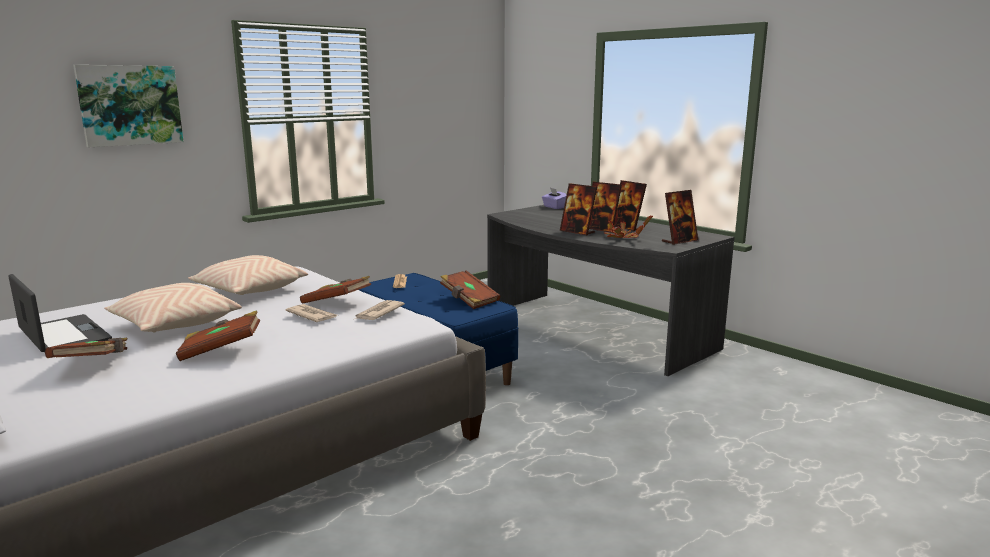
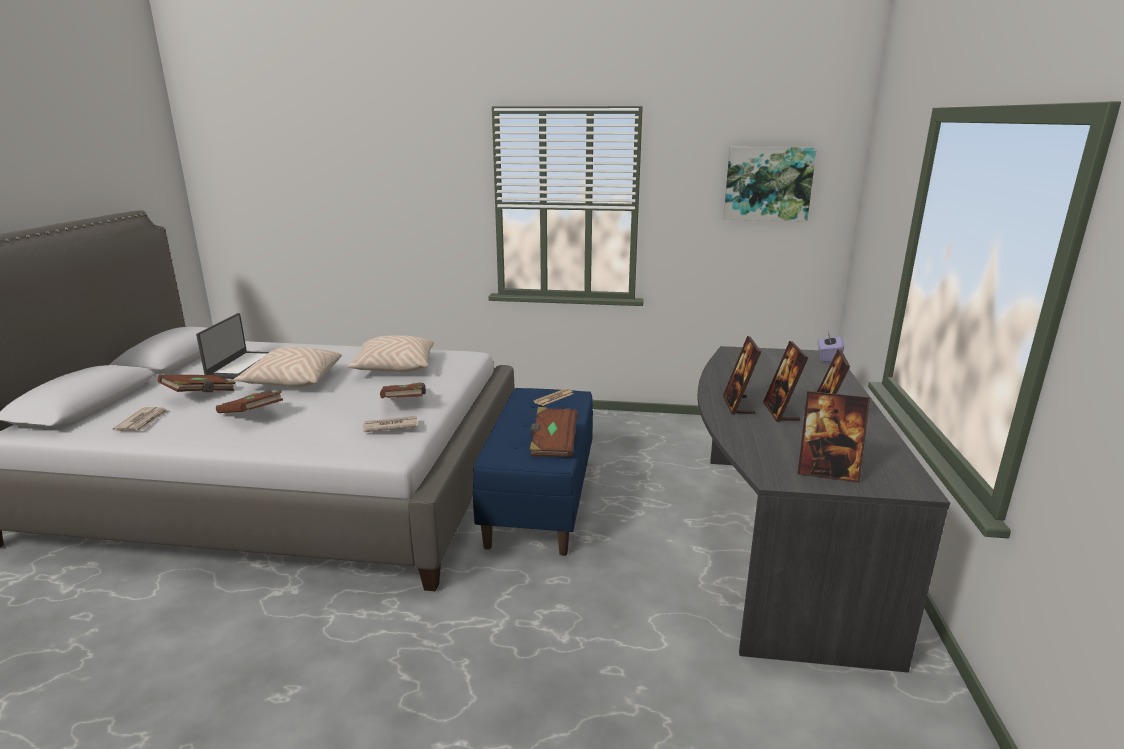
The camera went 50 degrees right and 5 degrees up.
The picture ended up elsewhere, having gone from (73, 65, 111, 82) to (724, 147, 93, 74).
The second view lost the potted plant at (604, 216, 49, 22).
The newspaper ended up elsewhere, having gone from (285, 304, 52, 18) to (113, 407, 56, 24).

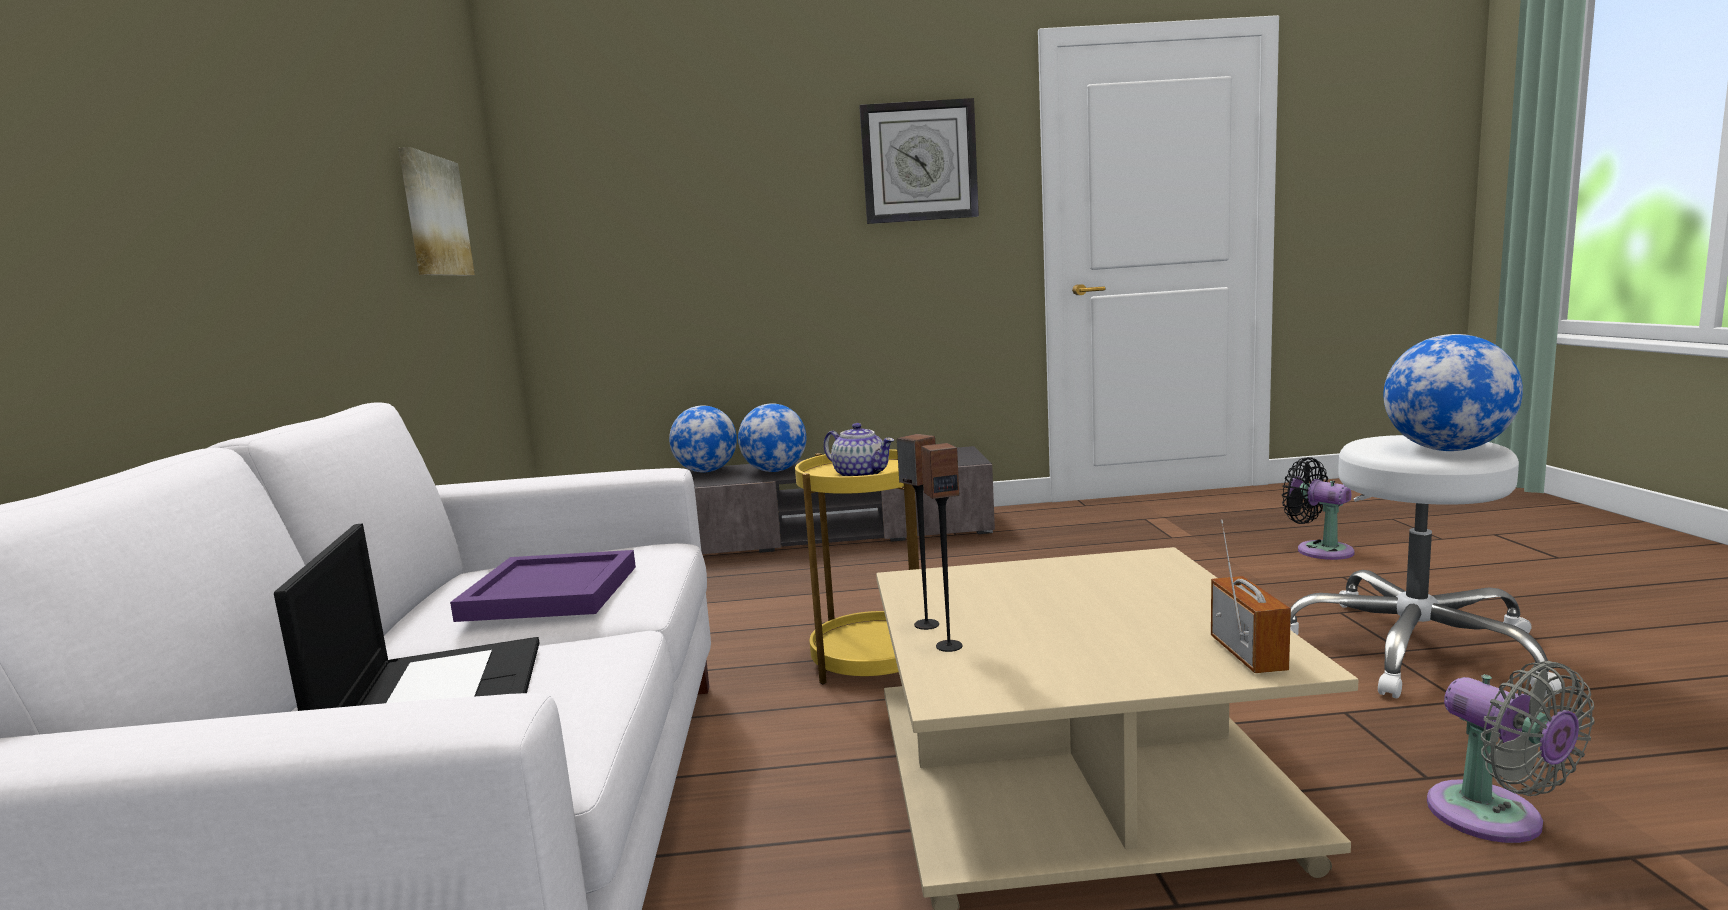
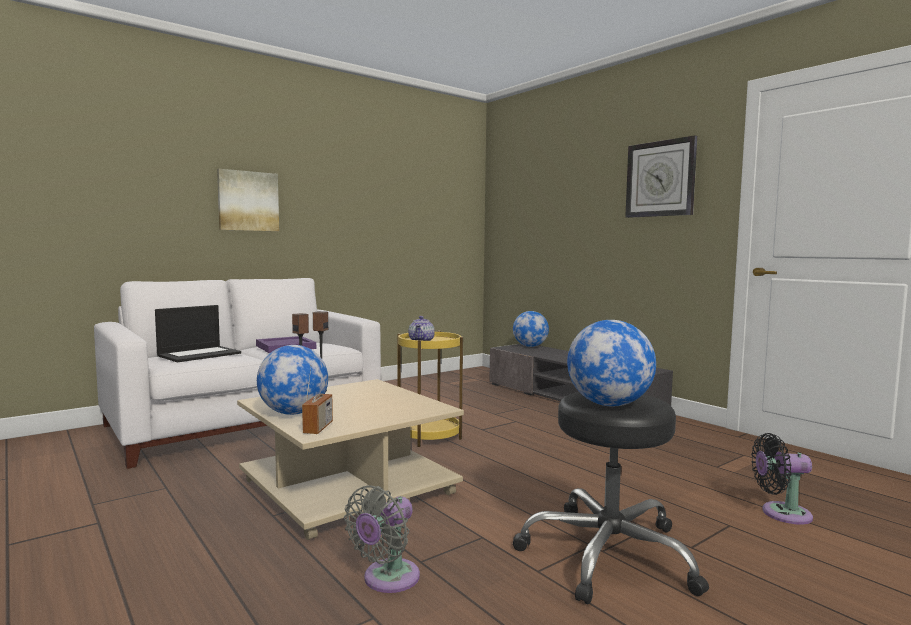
The camera went 55 degrees right and 5 degrees down.
The picture ended up elsewhere, having gone from (399, 147, 76, 129) to (217, 169, 62, 62).
The globe ended up elsewhere, having gone from (738, 403, 68, 69) to (257, 345, 71, 70).
What was the white stool at (1290, 435, 272, 264) turned into the black stool at (513, 392, 196, 212).
The black fan at (1282, 457, 73, 103) ended up facing another way, 105 degrees counterclockwise from before.
The radio at (1211, 520, 80, 153) ended up facing another way, 45 degrees counterclockwise from before.

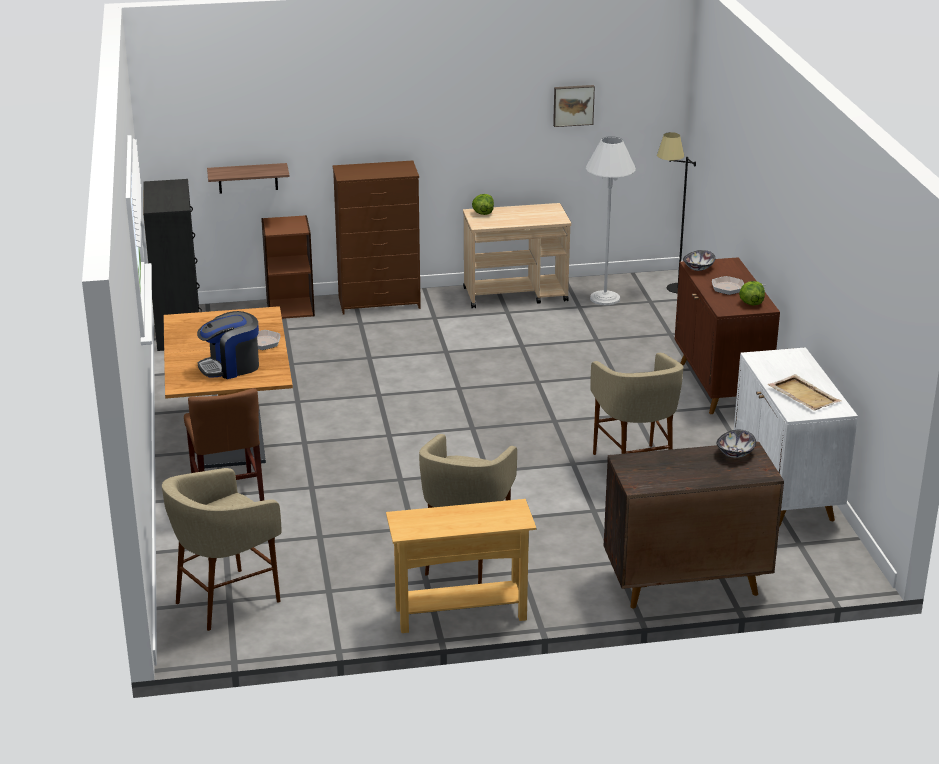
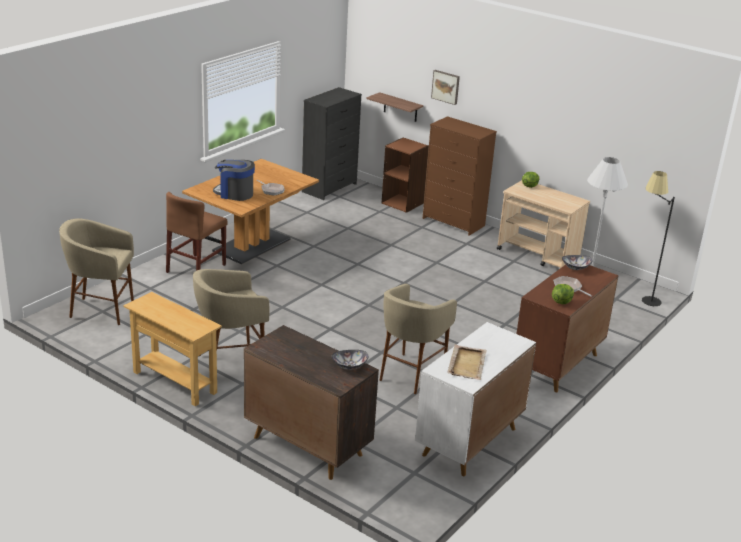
The camera went 45 degrees right and 0 degrees up.
The picture ended up elsewhere, having gone from (553, 85, 42, 42) to (431, 70, 29, 35).

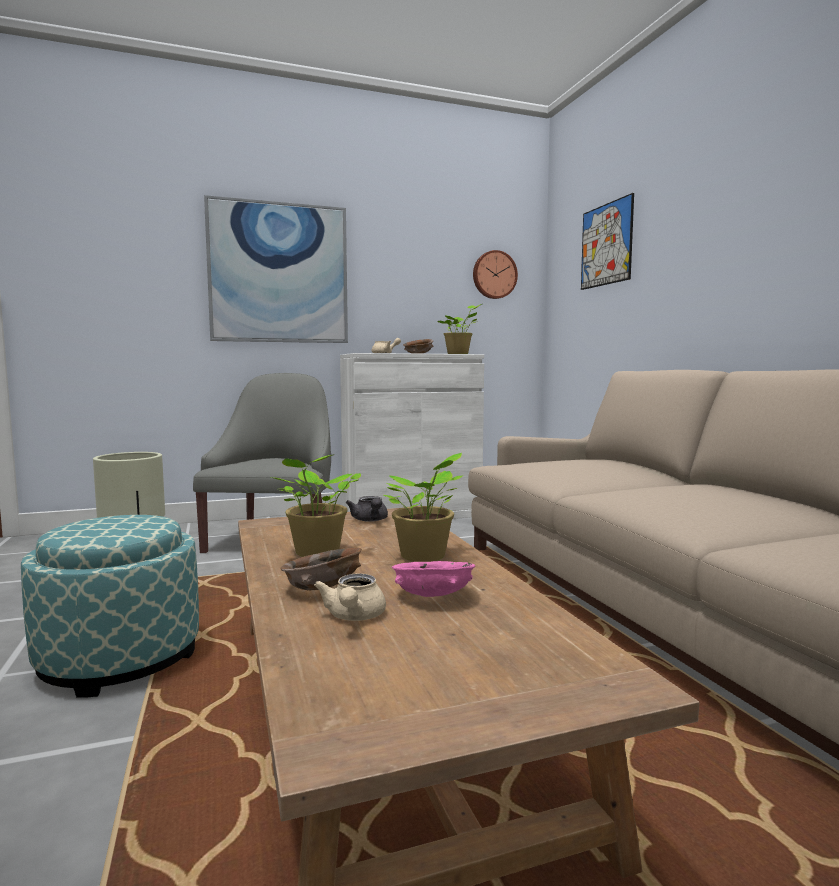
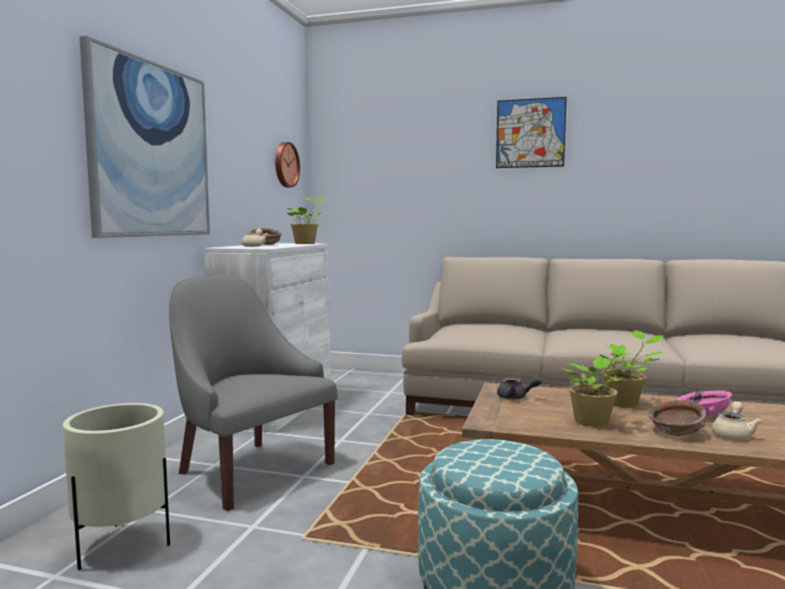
The camera went 55 degrees left and 0 degrees up.
The picture ended up elsewhere, having gone from (581, 193, 53, 97) to (496, 97, 71, 71).
The beige teapot at (314, 573, 72, 48) ended up facing another way, 90 degrees counterclockwise from before.

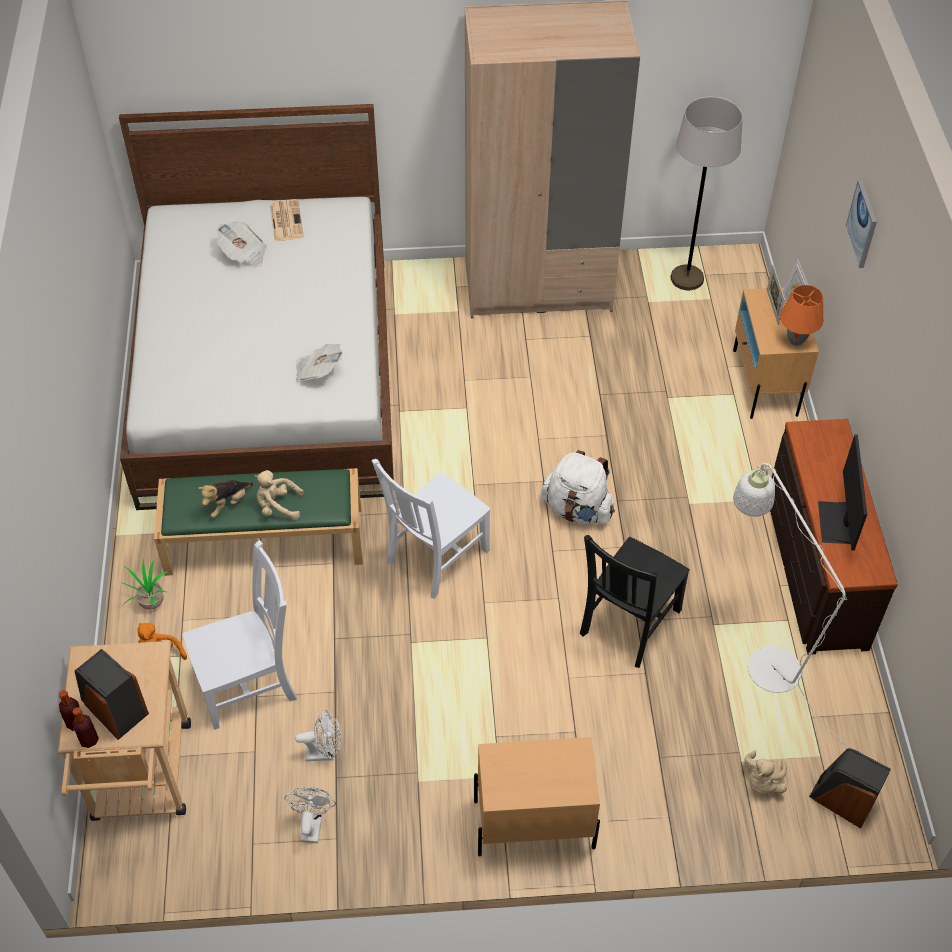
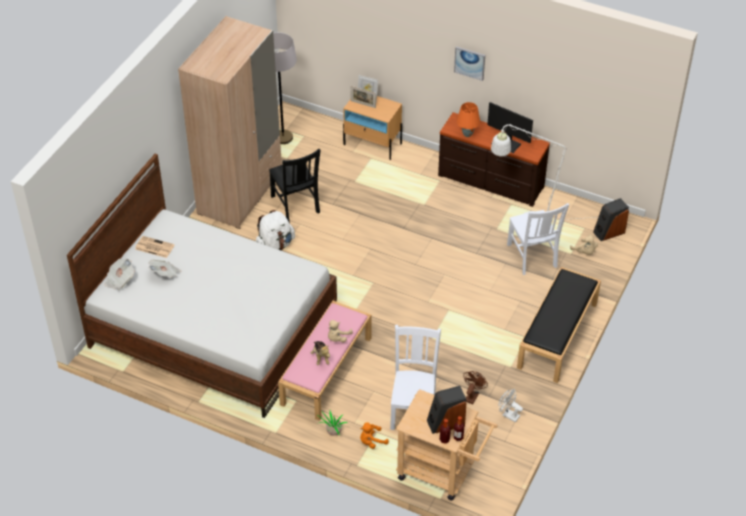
The camera went 60 degrees left and 5 degrees down.
The picture ended up elsewhere, having gone from (845, 180, 32, 88) to (454, 47, 31, 34).
The orange table lamp ended up elsewhere, having gone from (780, 285, 43, 61) to (457, 102, 23, 35).
The newspaper ended up elsewhere, having gone from (296, 344, 47, 37) to (104, 259, 30, 31).
The white backpack ended up elsewhere, having gone from (541, 450, 74, 75) to (256, 210, 39, 40).
The white chair ended up elsewhere, having gone from (372, 459, 119, 140) to (507, 203, 62, 72).
What was the green bench at (154, 468, 209, 108) turned into the pink bench at (278, 301, 93, 120).
The black chair ended up elsewhere, having gone from (580, 535, 110, 133) to (269, 149, 52, 74).
What was the white fan at (295, 710, 46, 51) turned into the brown fan at (463, 371, 25, 33).
Where the beige nightstand stood at (474, 737, 126, 119), the black bench came to stand at (517, 267, 84, 116).

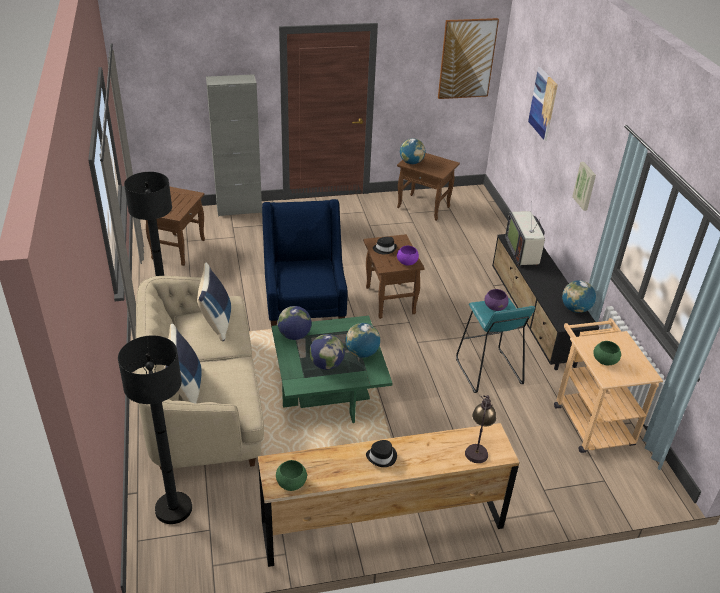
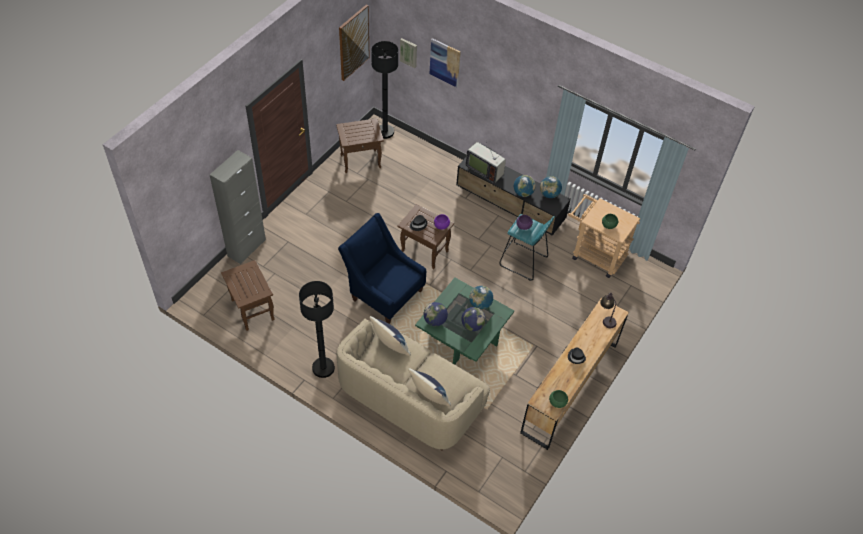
The camera went 45 degrees left and 15 degrees up.
The globe ended up elsewhere, having gone from (400, 138, 25, 26) to (514, 175, 22, 22).
The picture ended up elsewhere, having gone from (572, 162, 24, 49) to (400, 38, 17, 30).
The black floor lamp ended up elsewhere, having gone from (118, 335, 74, 189) to (371, 41, 27, 98).

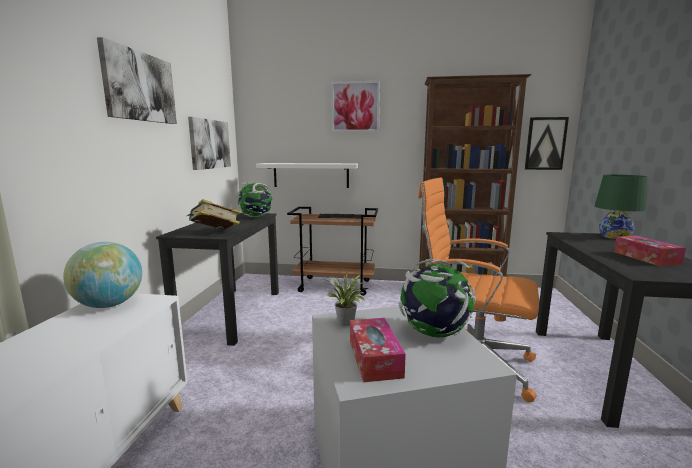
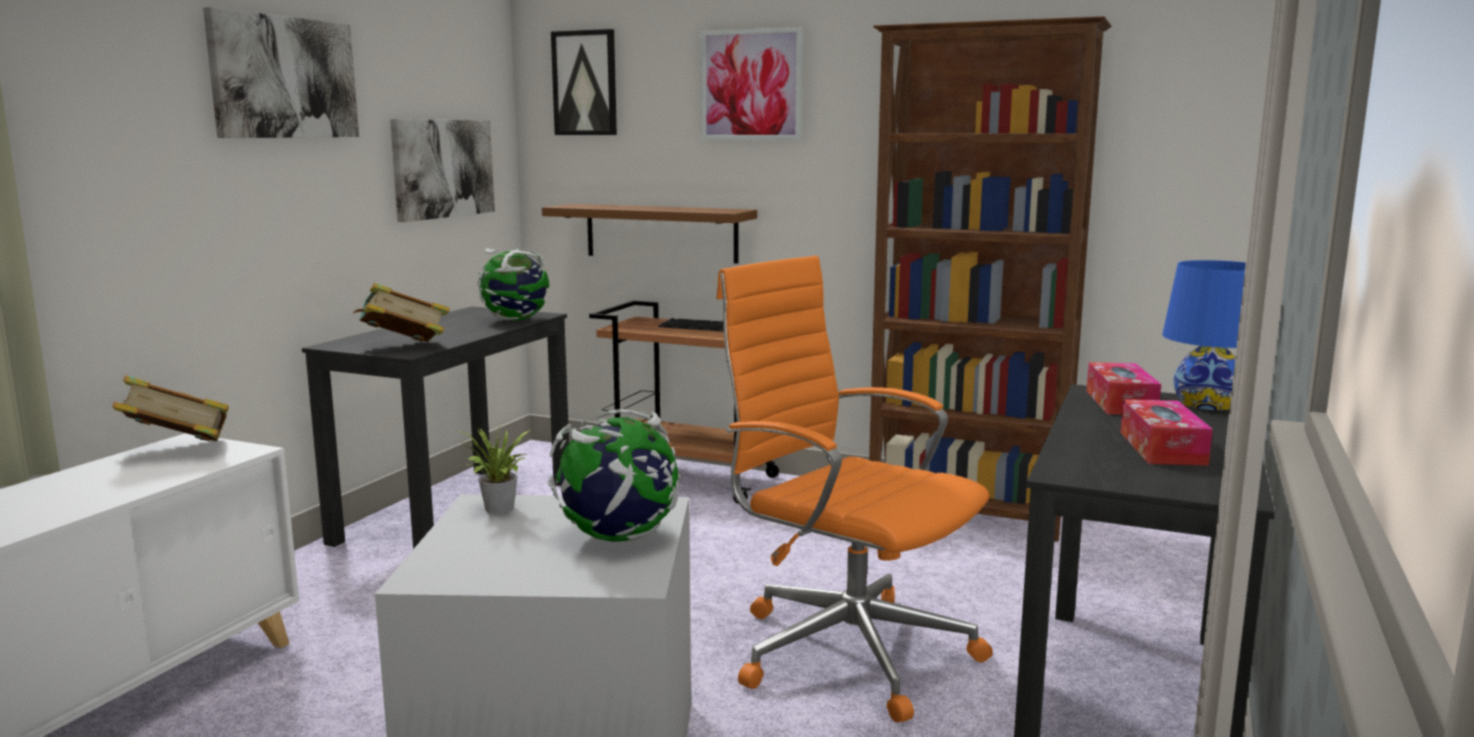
The camera went 15 degrees right and 0 degrees up.
The picture ended up elsewhere, having gone from (525, 117, 44, 53) to (551, 29, 66, 106).
What was the white shelf at (256, 163, 102, 25) turned into the brown shelf at (542, 204, 215, 60).
What was the green table lamp at (595, 174, 52, 65) turned into the blue table lamp at (1162, 260, 84, 150).
Where the globe stood at (63, 242, 79, 66), the book came to stand at (112, 376, 117, 65).
The tissue box ended up elsewhere, having gone from (350, 318, 56, 64) to (1087, 362, 74, 53).

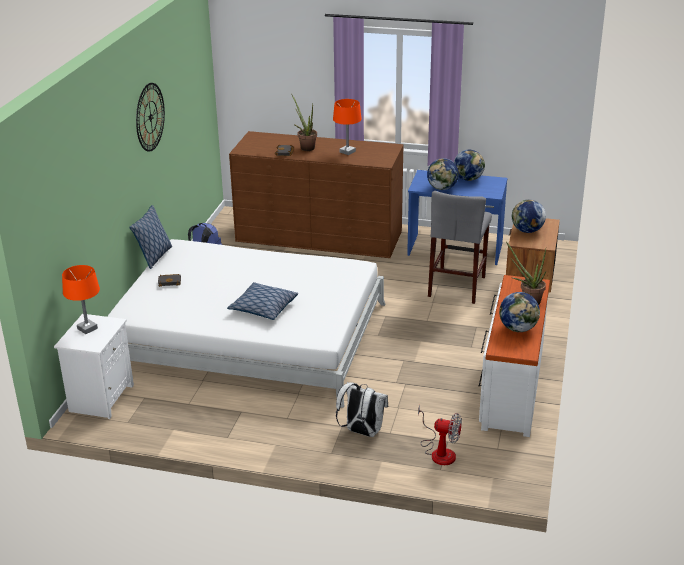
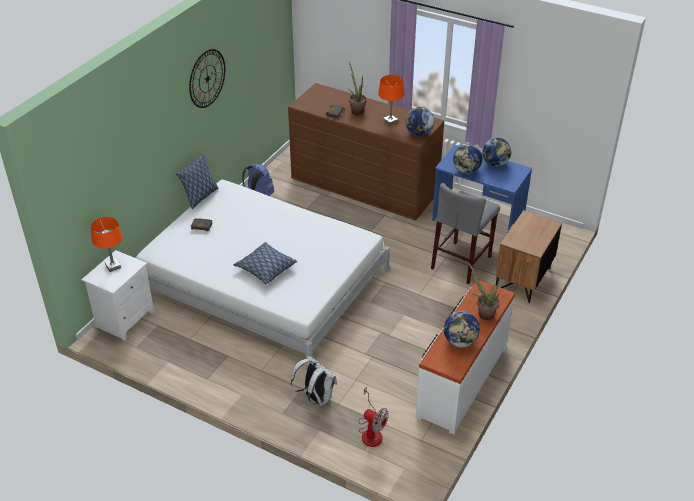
The camera went 15 degrees right and 10 degrees up.
The globe ended up elsewhere, having gone from (512, 200, 34, 33) to (405, 107, 29, 29).

